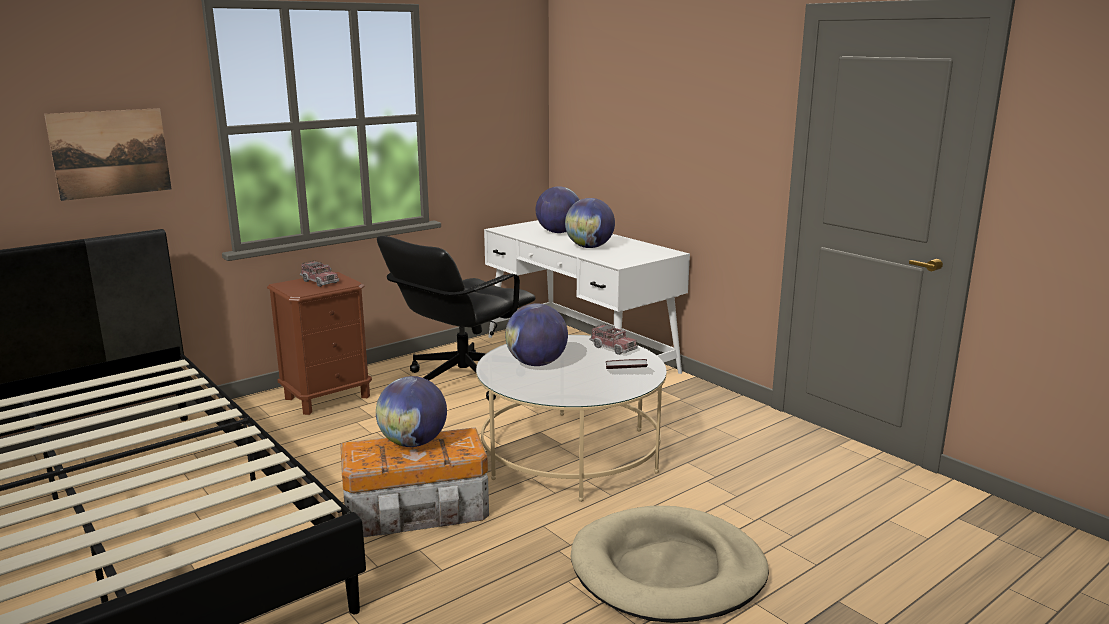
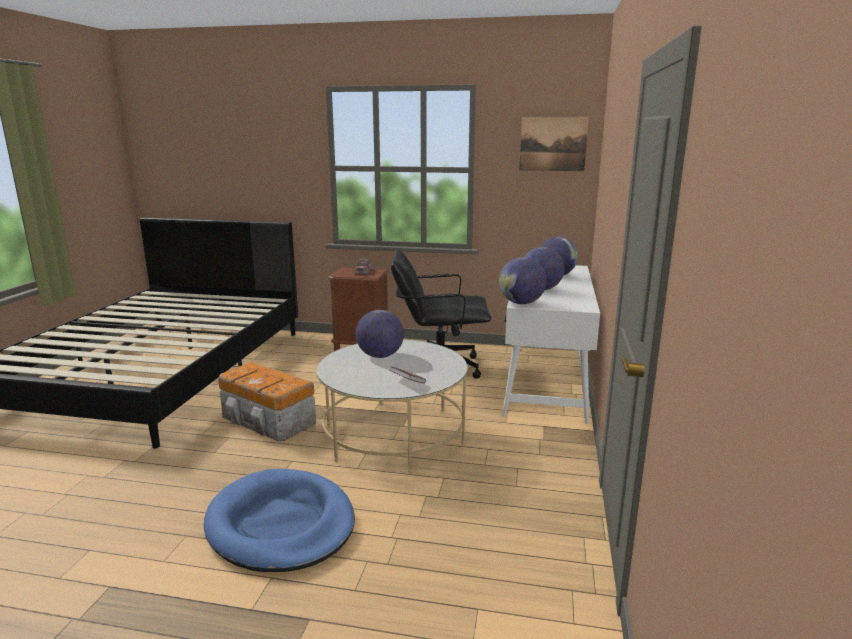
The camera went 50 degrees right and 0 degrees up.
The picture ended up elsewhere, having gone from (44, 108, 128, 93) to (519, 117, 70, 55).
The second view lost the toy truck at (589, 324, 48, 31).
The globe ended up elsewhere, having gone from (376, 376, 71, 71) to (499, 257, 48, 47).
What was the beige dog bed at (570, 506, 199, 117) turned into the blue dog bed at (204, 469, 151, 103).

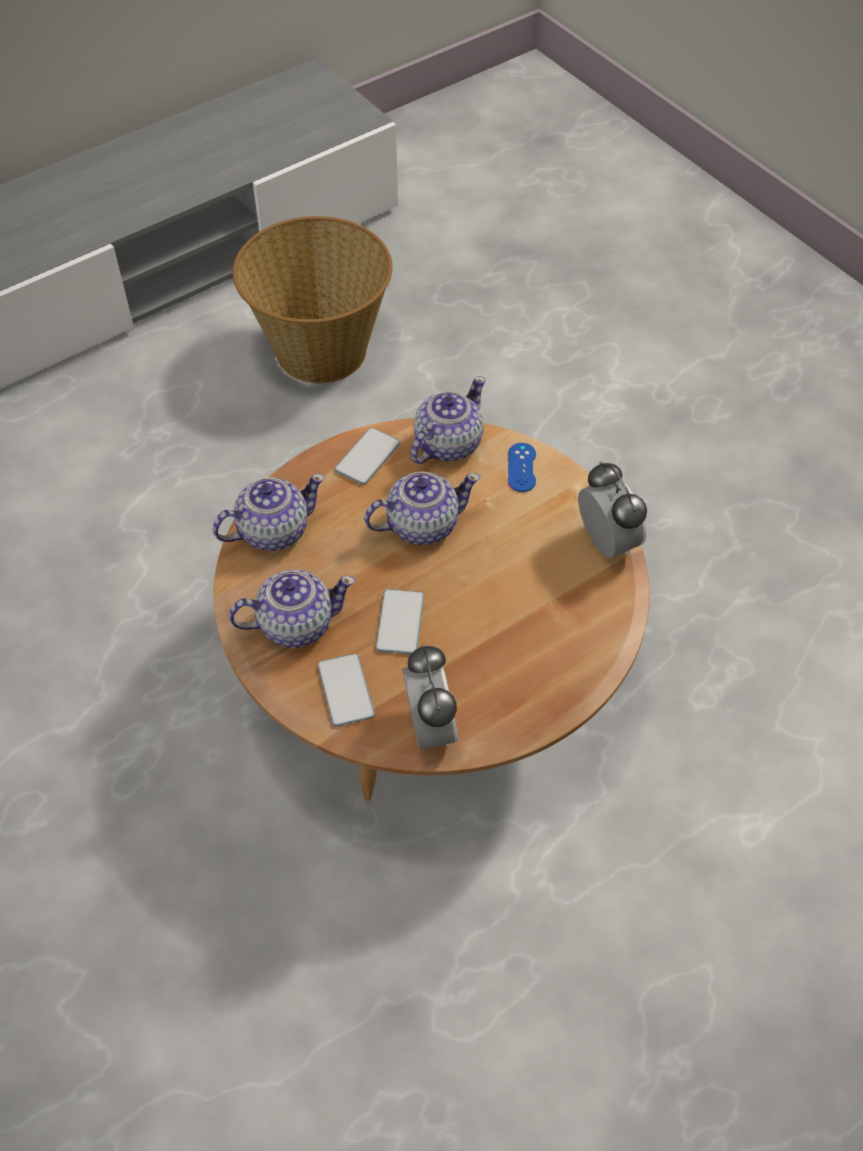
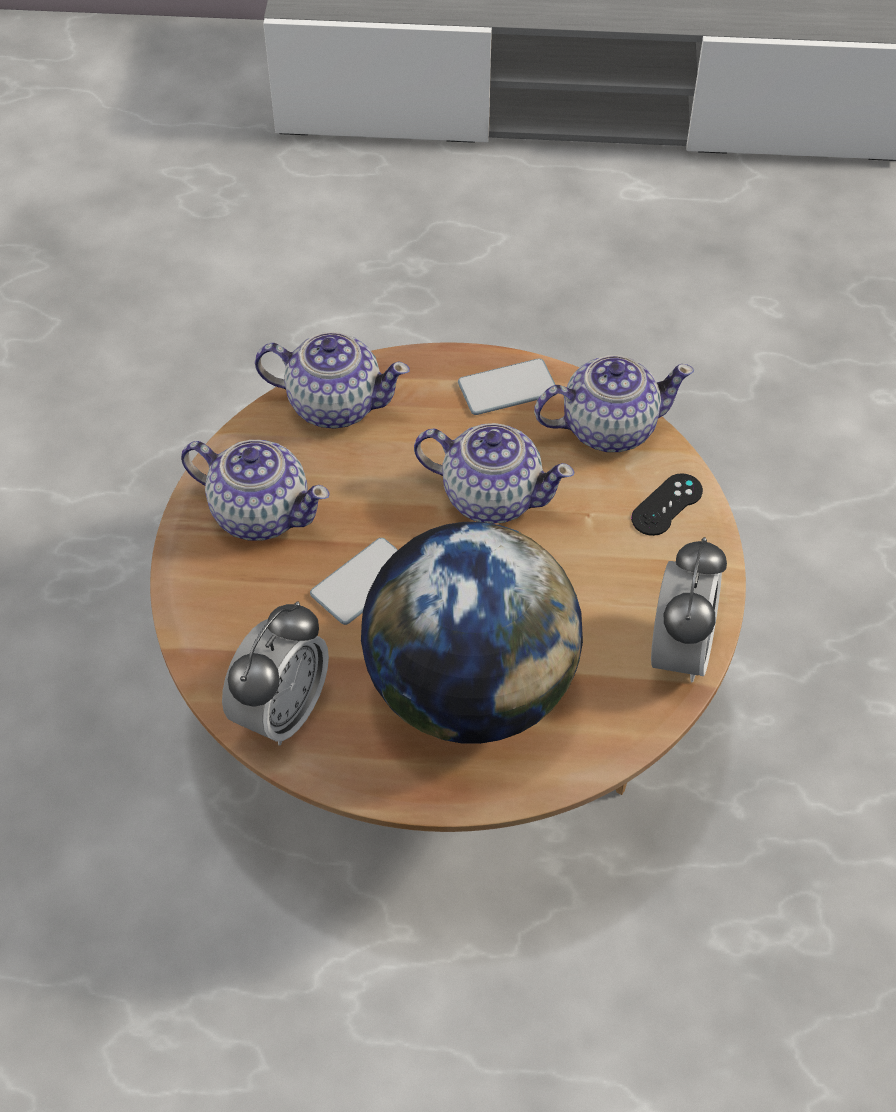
The camera went 40 degrees right and 0 degrees up.
The second view lost the basket at (233, 216, 159, 167).
What was the blue game controller at (508, 443, 28, 49) turned into the black game controller at (631, 473, 72, 63).
The second view lost the phone at (317, 653, 58, 74).
The second view gained the globe at (361, 522, 222, 222).

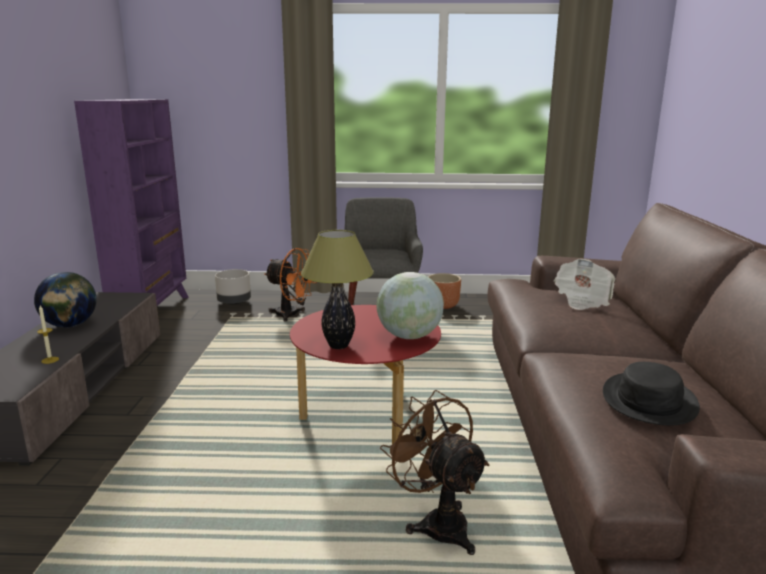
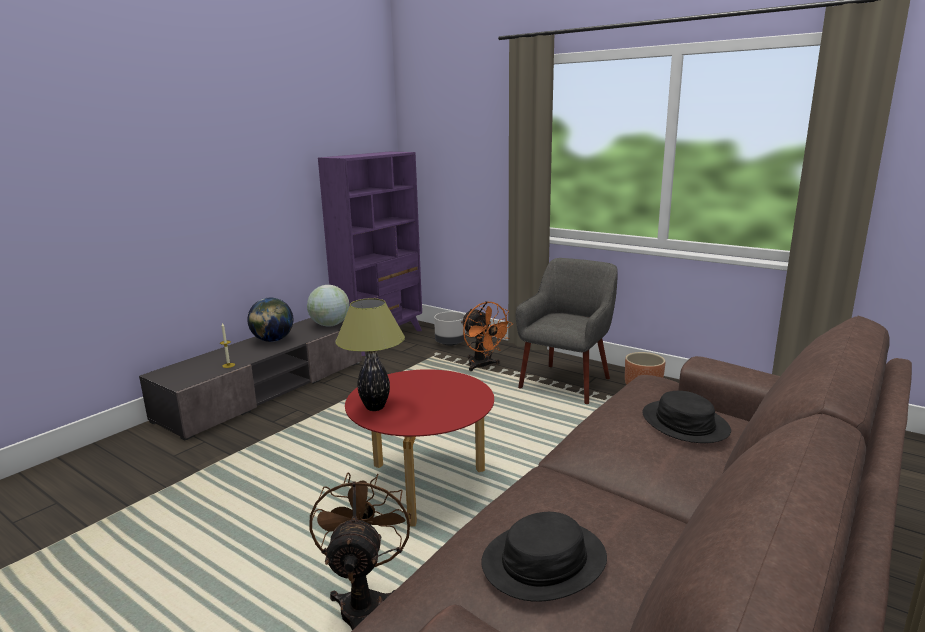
The camera went 35 degrees right and 0 degrees up.
Where the newspaper stood at (554, 259, 61, 51), the black hat came to stand at (642, 391, 89, 52).
The globe ended up elsewhere, having gone from (376, 272, 68, 67) to (307, 285, 43, 42).

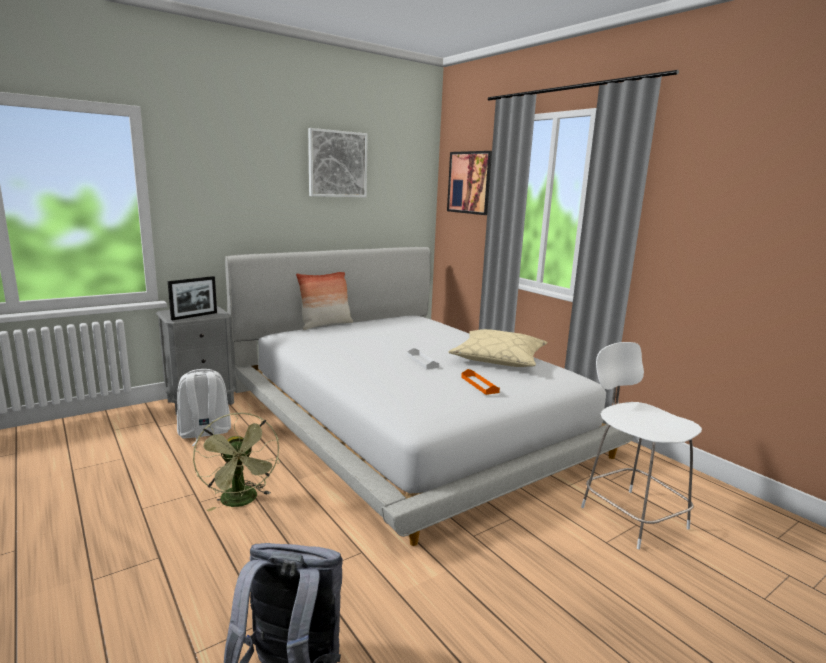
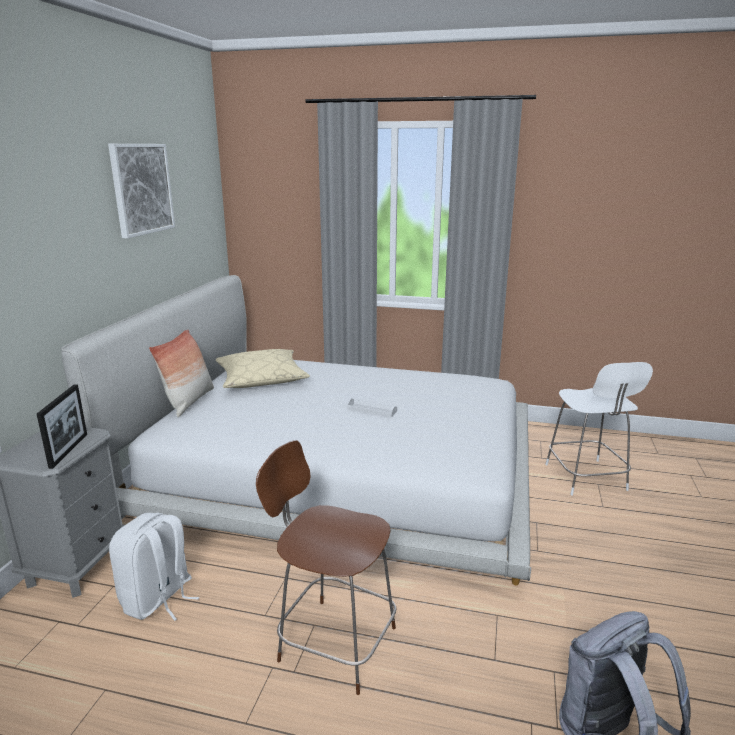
The camera went 40 degrees left and 5 degrees up.
The second view lost the picture at (447, 151, 45, 64).
The beige pillow ended up elsewhere, having gone from (448, 329, 99, 38) to (216, 349, 94, 39).
The white chair at (581, 342, 121, 207) ended up facing another way, 120 degrees counterclockwise from before.
The second view lost the orange tray at (461, 369, 39, 26).
Where the green fan stood at (193, 412, 87, 100), the brown chair came to stand at (256, 440, 140, 255).

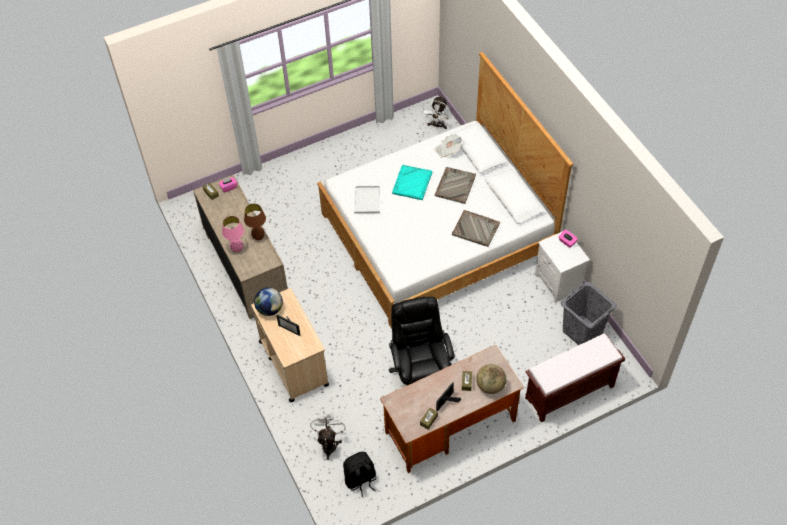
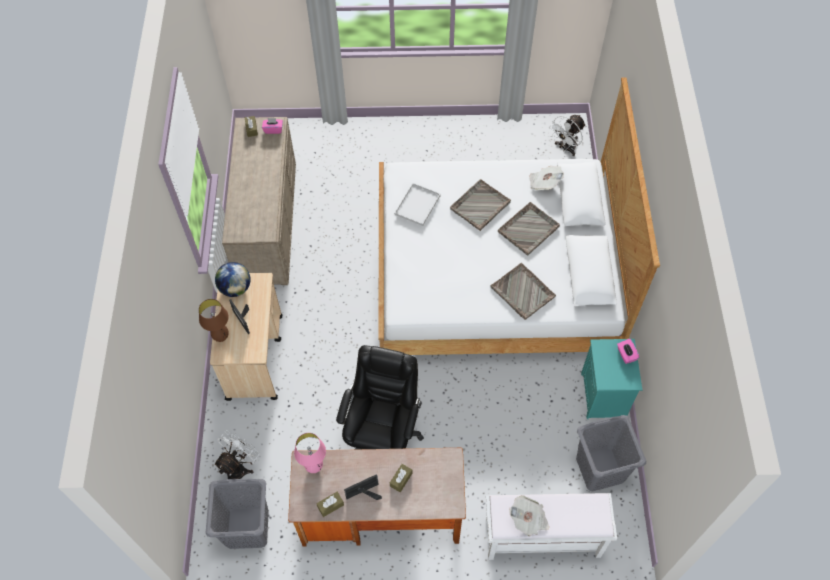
The camera went 25 degrees right and 5 degrees up.
What was the turquoise tray at (392, 165, 40, 35) turned into the grey tray at (450, 179, 61, 52).
The brown table lamp ended up elsewhere, having gone from (244, 204, 22, 36) to (199, 299, 30, 43).
The pink table lamp ended up elsewhere, having gone from (222, 216, 22, 37) to (294, 433, 32, 40).
What was the white nightstand at (535, 231, 55, 72) turned into the turquoise nightstand at (581, 339, 61, 80).
What was the brown bench at (525, 333, 100, 90) turned into the white bench at (486, 493, 131, 67).
The second view lost the globe at (476, 364, 30, 30).
Where the black backpack stood at (343, 452, 33, 45), the grey laundry basket came to stand at (206, 479, 63, 70).
The second view gained the newspaper at (509, 495, 40, 41).

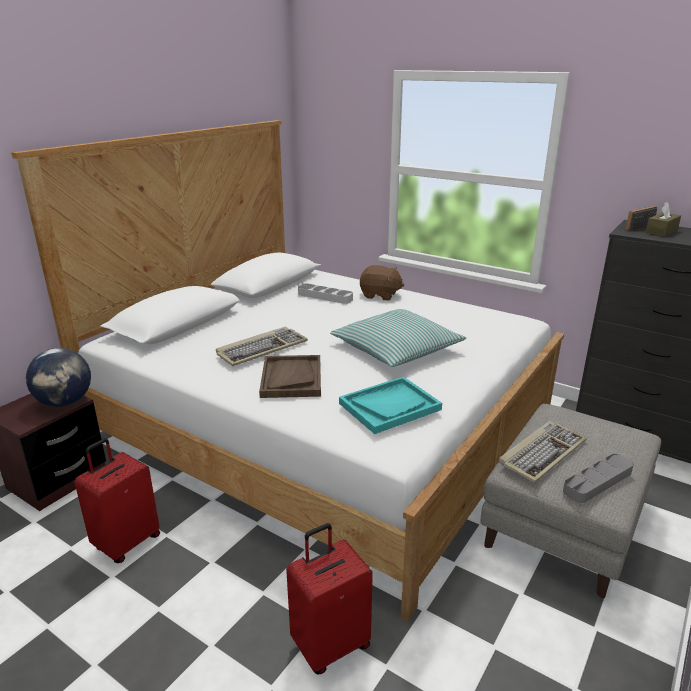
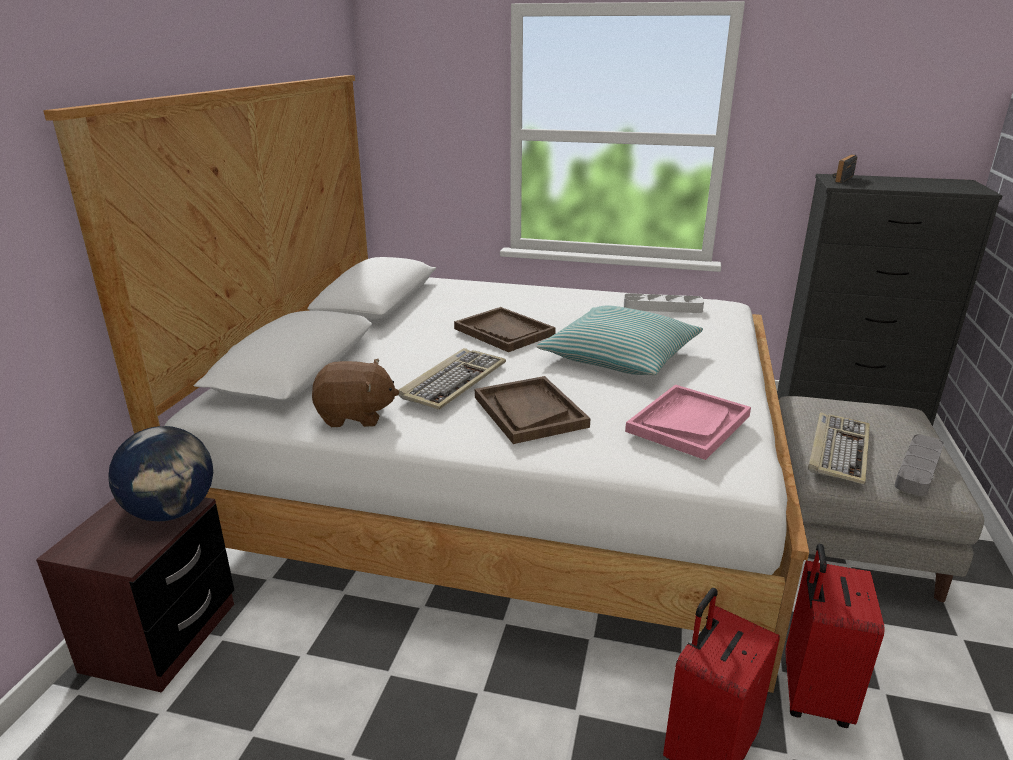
The camera went 20 degrees left and 0 degrees up.
The second view lost the brown tissue box at (646, 202, 35, 35).
The brown plush toy ended up elsewhere, having gone from (360, 265, 44, 36) to (312, 359, 88, 68).
The grey tray ended up elsewhere, having gone from (298, 283, 55, 21) to (624, 293, 80, 20).
What was the turquoise tray at (339, 376, 103, 58) turned into the pink tray at (625, 384, 126, 76).
The red suitcase ended up elsewhere, having gone from (75, 438, 85, 125) to (785, 544, 100, 184).
The second view gained the brown tray at (454, 307, 102, 45).

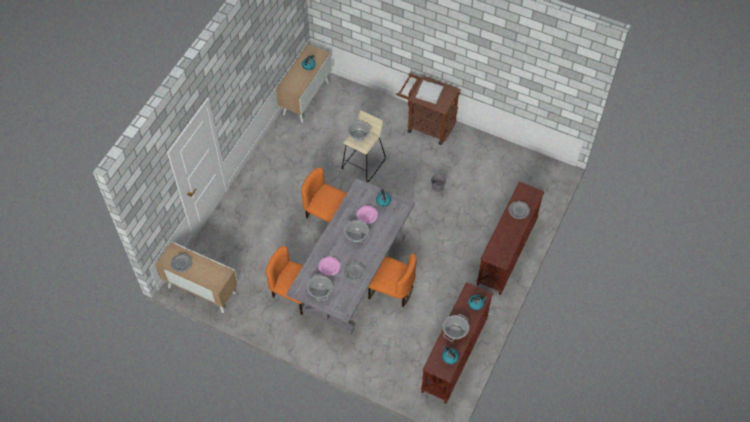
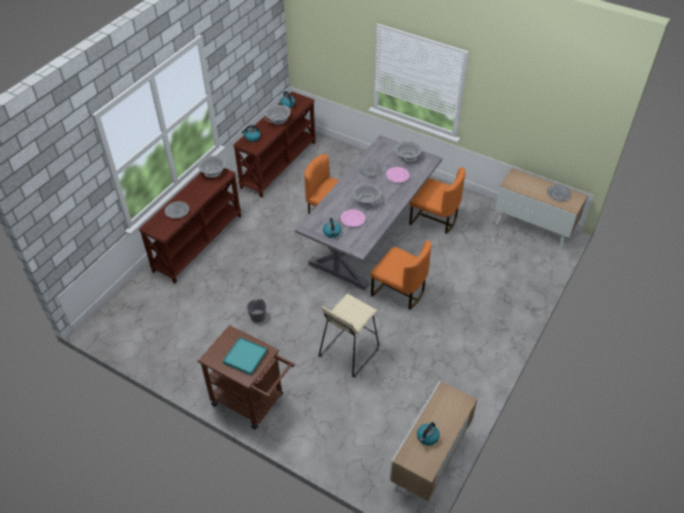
The camera went 175 degrees left and 10 degrees down.
What was the white tray at (416, 80, 27, 24) turned into the turquoise tray at (223, 337, 45, 38).
The cooking pot ended up elsewhere, having gone from (347, 120, 23, 22) to (198, 155, 27, 23).

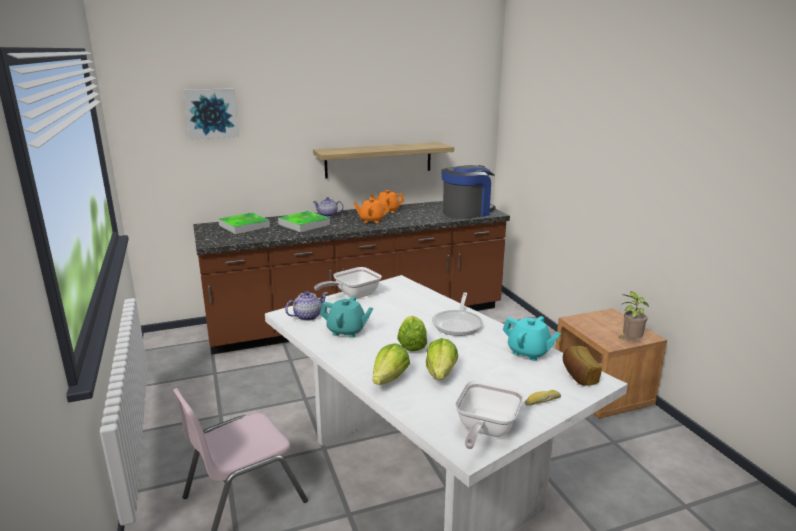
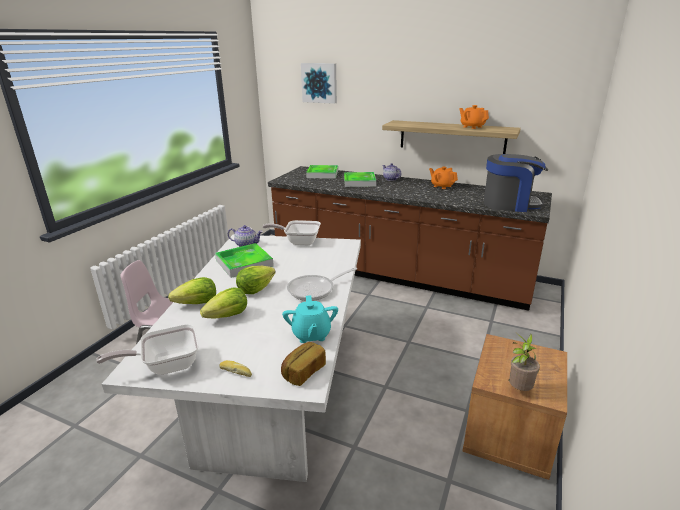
The camera went 45 degrees right and 5 degrees up.
The orange teapot ended up elsewhere, having gone from (353, 198, 37, 25) to (459, 105, 30, 24).
Where the turquoise teapot stood at (320, 296, 54, 42), the tray came to stand at (215, 243, 59, 35).

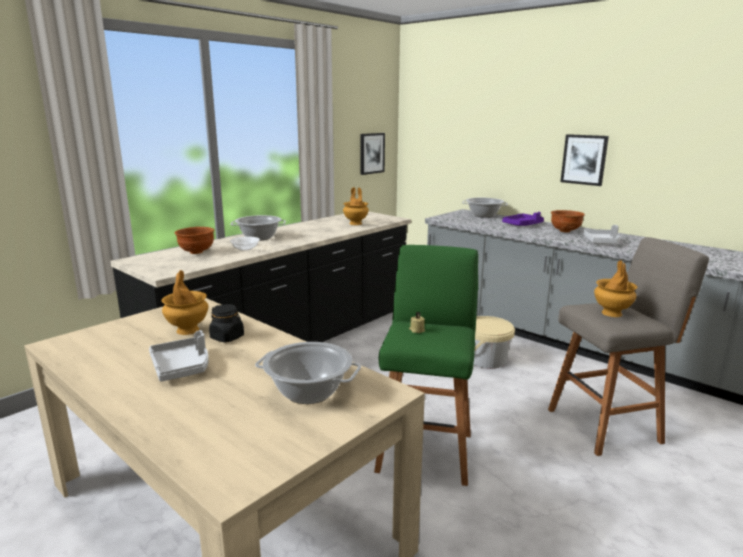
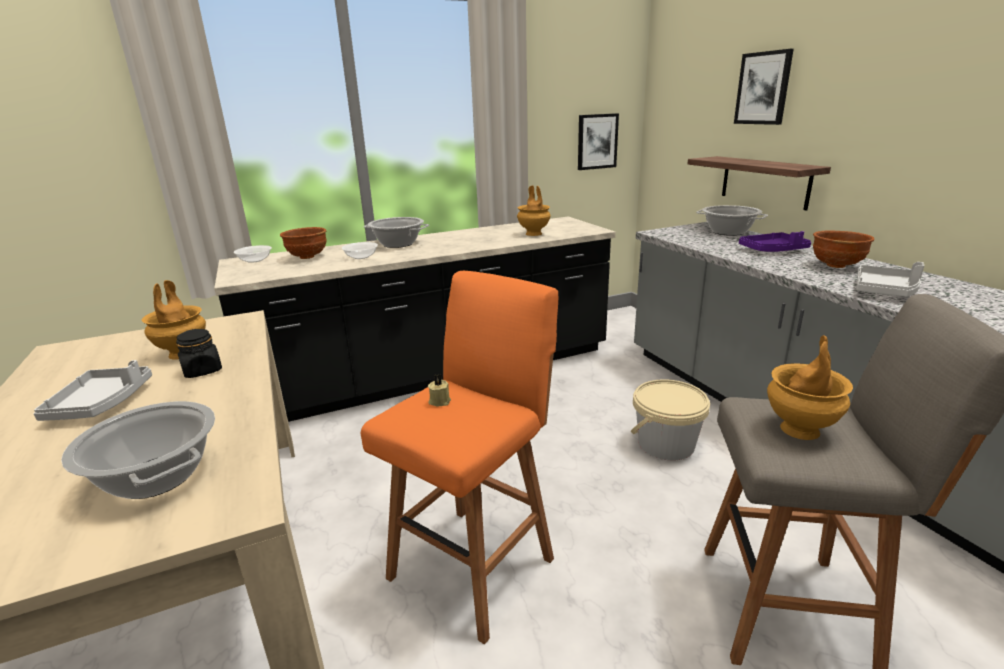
The camera went 25 degrees right and 5 degrees up.
The picture ended up elsewhere, having gone from (560, 134, 49, 52) to (734, 49, 60, 76).
What was the green stool at (374, 245, 104, 241) turned into the orange stool at (361, 271, 197, 373).
The second view gained the shelf at (688, 156, 143, 54).
The second view gained the bowl at (234, 245, 38, 18).

